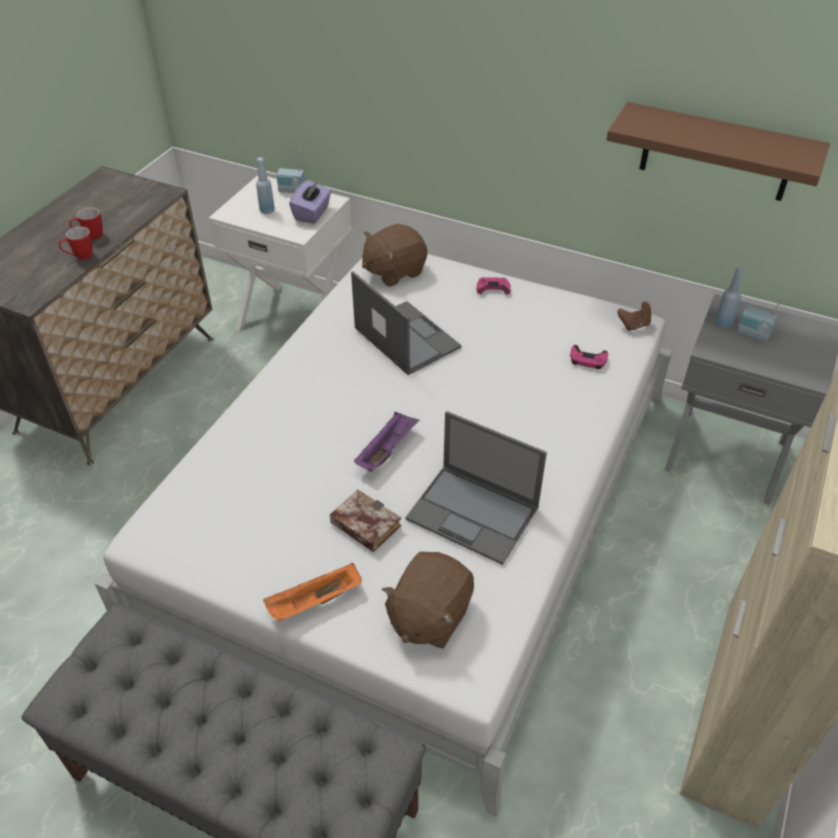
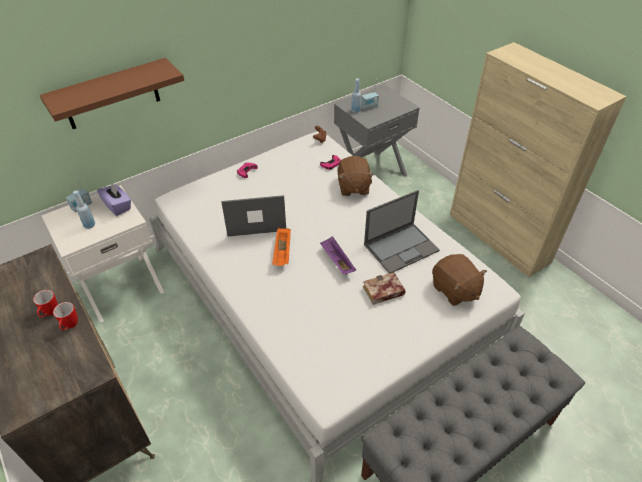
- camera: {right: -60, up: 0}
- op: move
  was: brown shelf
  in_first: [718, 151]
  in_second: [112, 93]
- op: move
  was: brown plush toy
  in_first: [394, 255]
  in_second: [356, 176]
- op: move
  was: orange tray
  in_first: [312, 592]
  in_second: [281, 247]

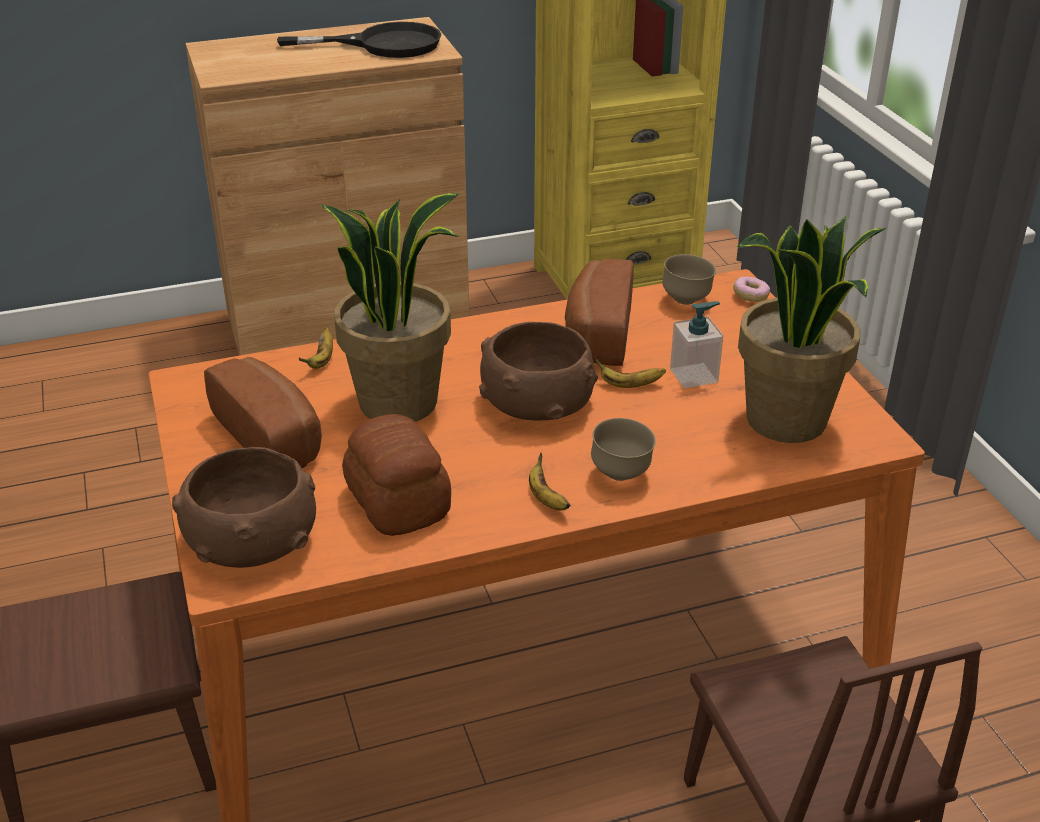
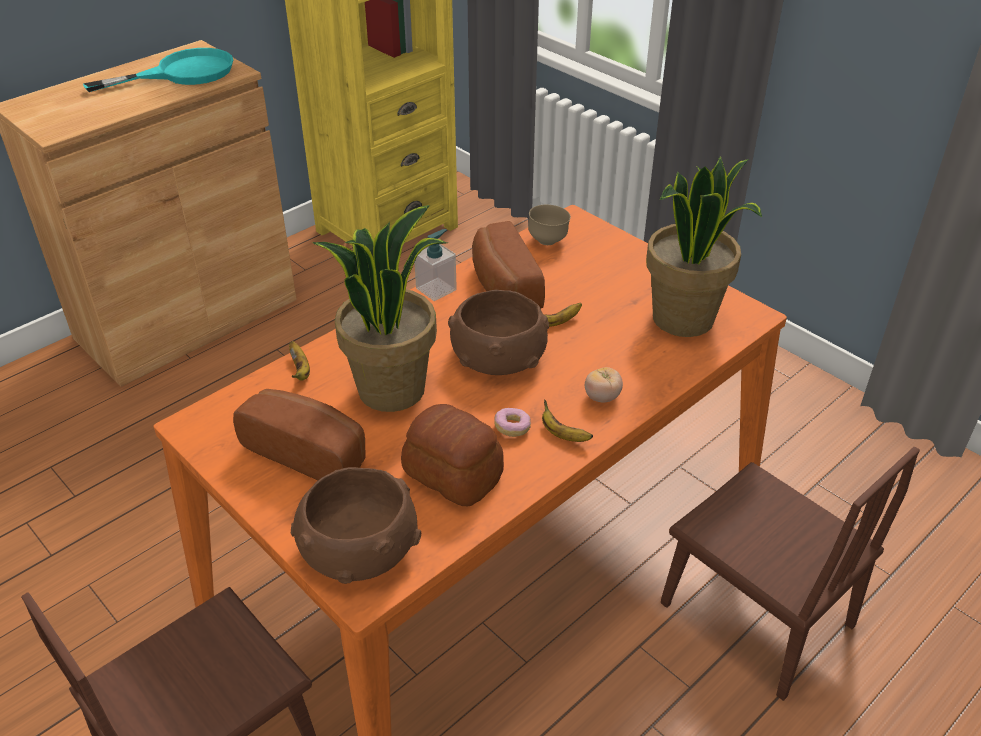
- camera: {right: -25, up: 5}
- op: recolor
  was: black frying pan
  now: turquoise frying pan
  in_first: [359, 40]
  in_second: [158, 70]
- op: move
  was: donut
  in_first: [751, 289]
  in_second: [512, 422]
- op: move
  was: soap dispenser
  in_first: [696, 344]
  in_second: [436, 265]
- op: replace
  was: brown bowl
  now: tomato
  in_first: [623, 449]
  in_second: [604, 385]

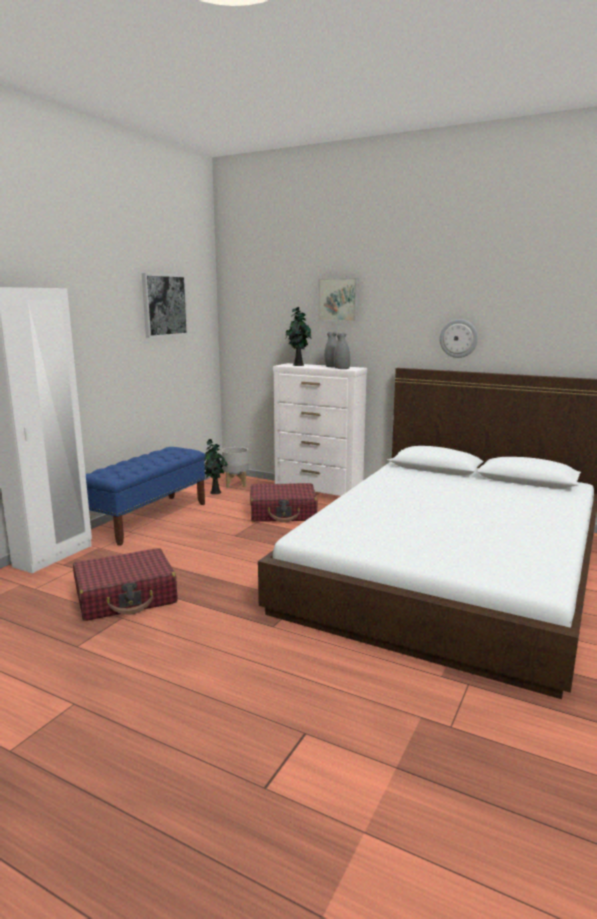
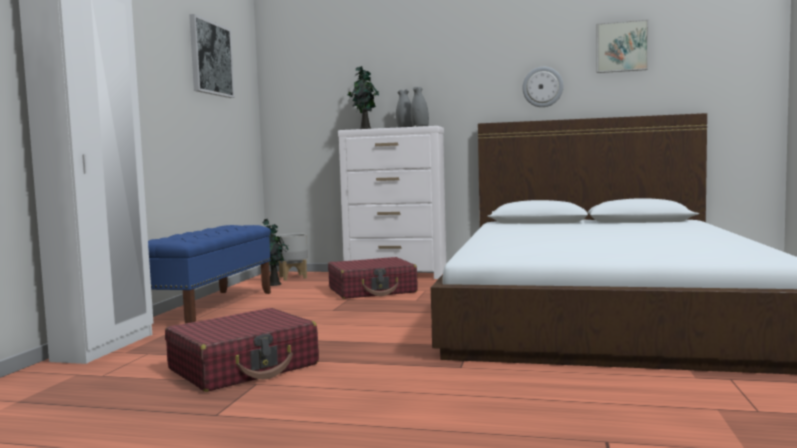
- camera: {right: -15, up: -10}
- op: move
  was: picture
  in_first: [338, 299]
  in_second: [622, 46]

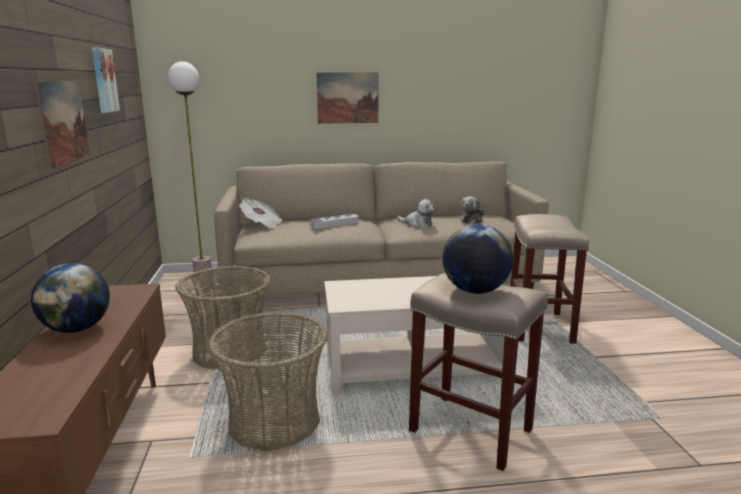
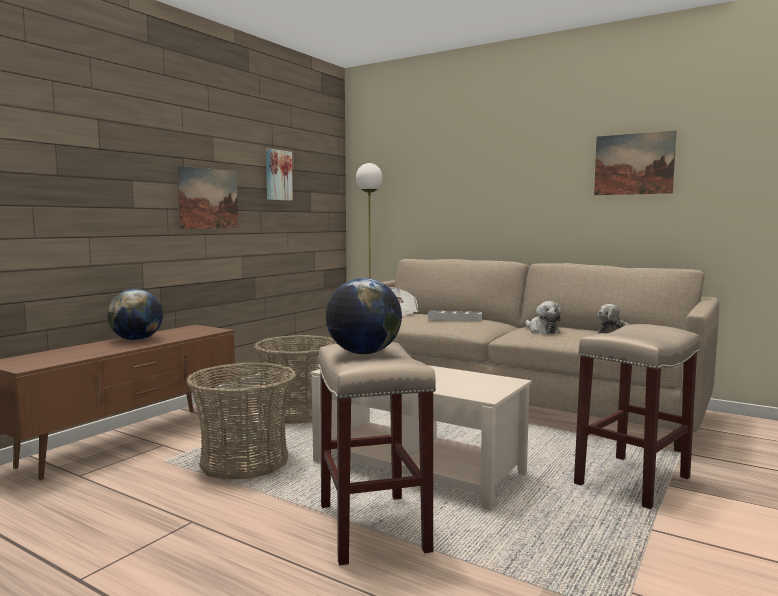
- camera: {right: 40, up: -10}
- op: move
  was: picture
  in_first: [347, 98]
  in_second: [635, 163]

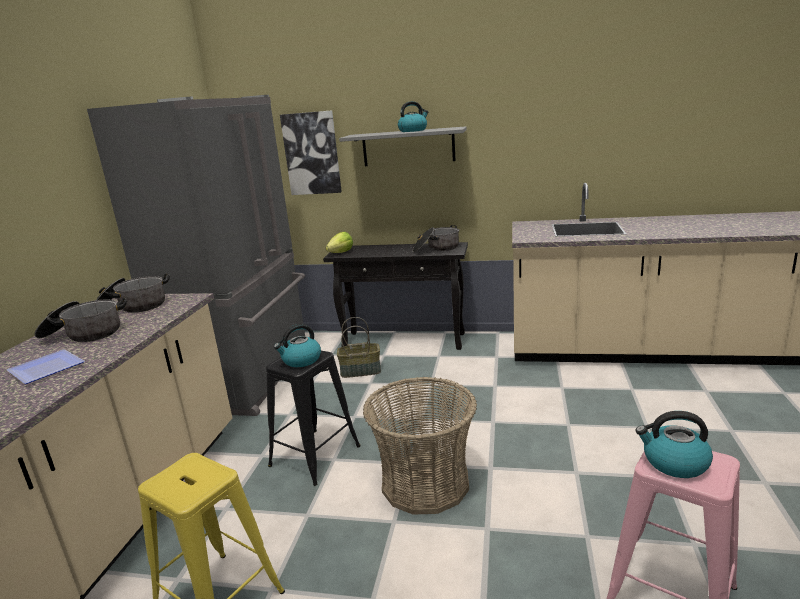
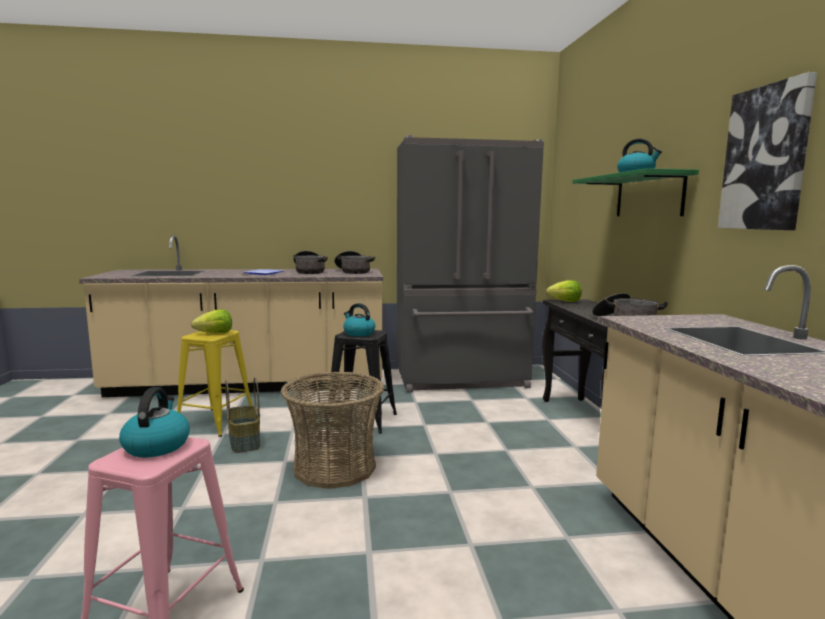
- camera: {right: 70, up: -10}
- op: move
  was: picture
  in_first: [311, 152]
  in_second: [767, 151]
- op: recolor
  was: grey shelf
  now: green shelf
  in_first: [403, 146]
  in_second: [635, 192]
- op: move
  was: basket
  in_first: [359, 347]
  in_second: [242, 415]
- op: insert
  now: lettuce
  in_second: [211, 321]

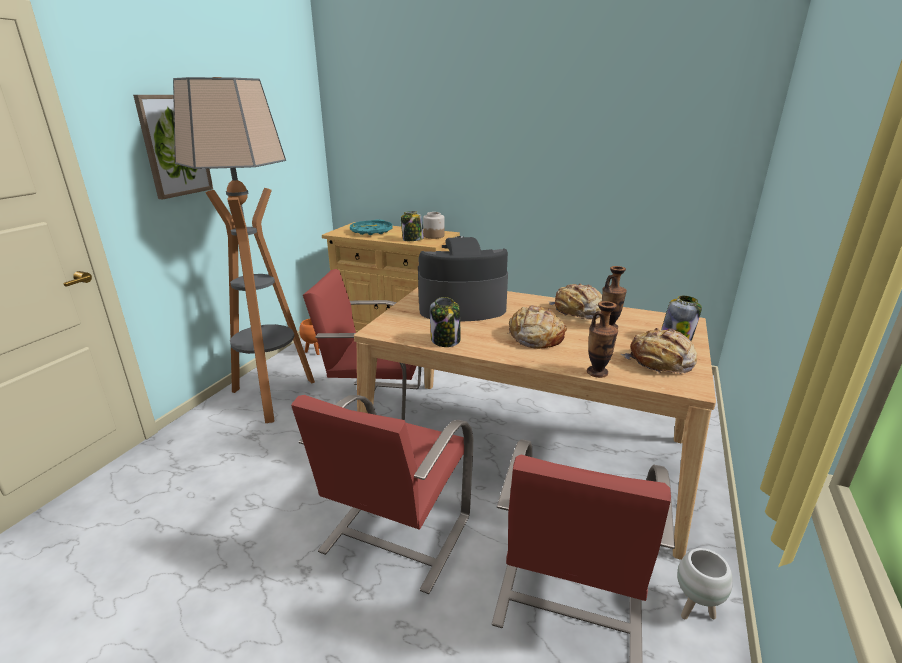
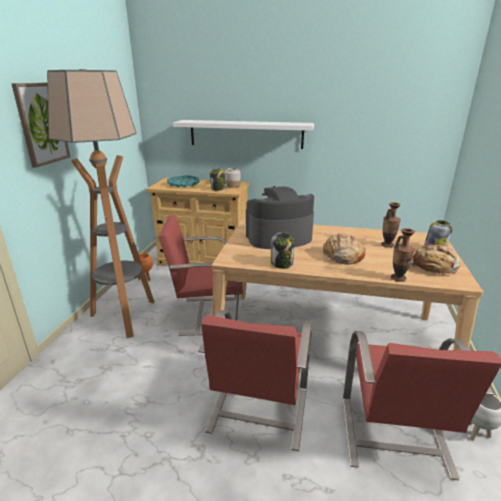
- camera: {right: -10, up: 0}
- op: delete
  was: bread
  in_first: [575, 301]
- op: insert
  now: white shelf
  in_second: [243, 134]

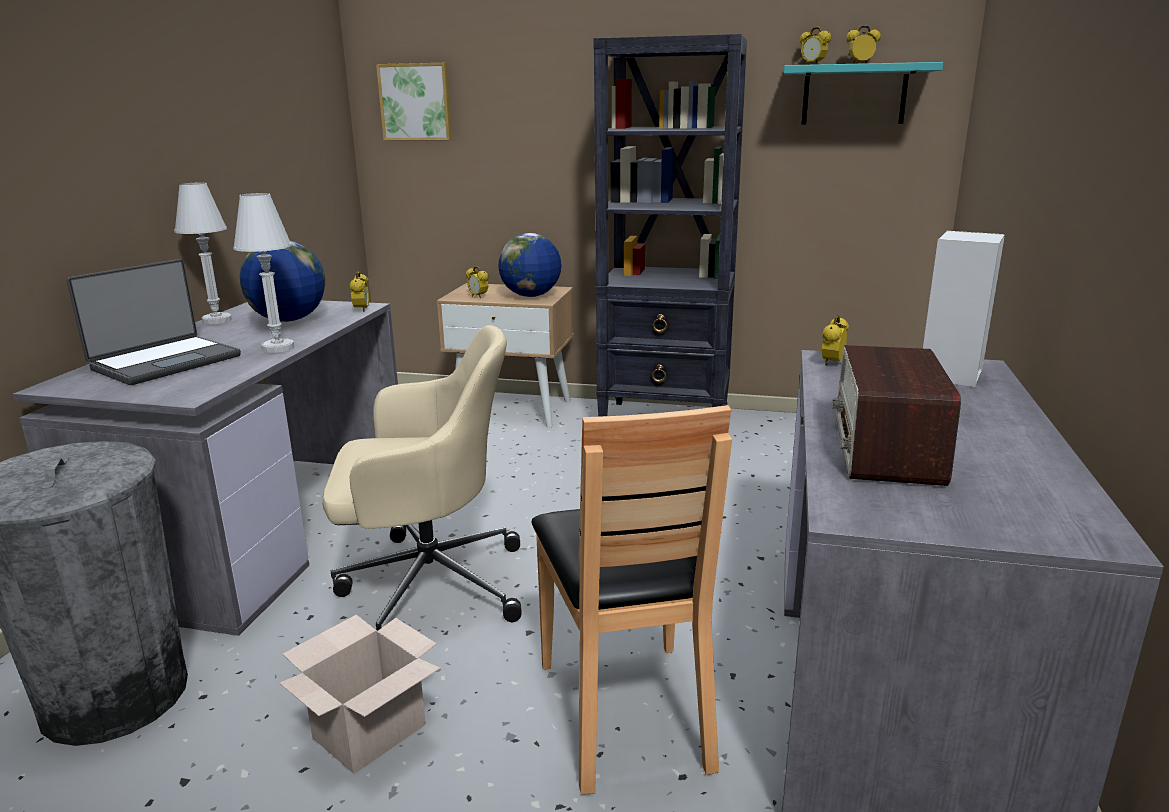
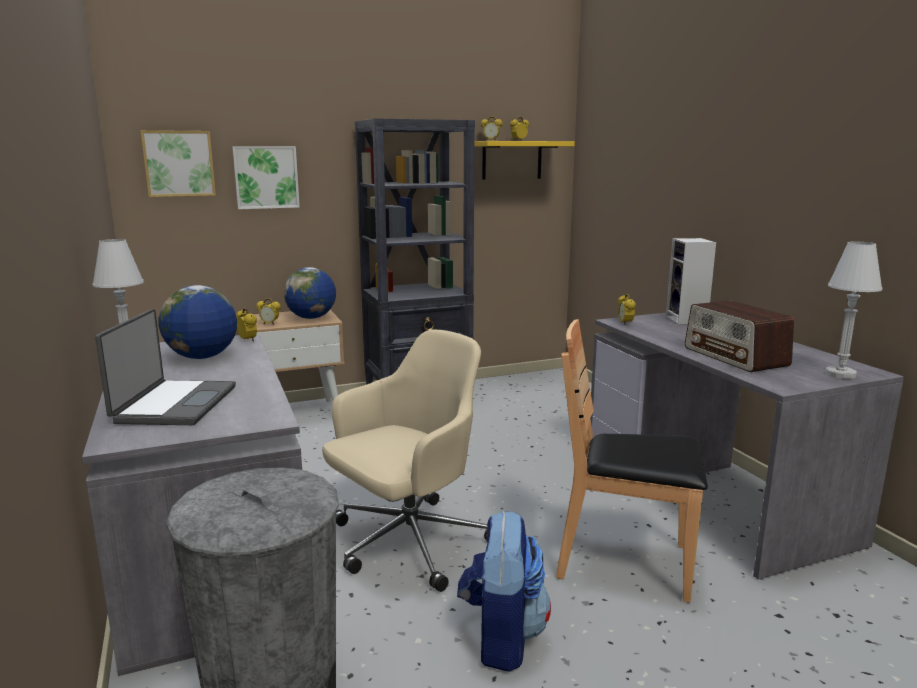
- camera: {right: -35, up: -5}
- op: recolor
  was: turquoise shelf
  now: yellow shelf
  in_first: [863, 93]
  in_second: [524, 160]
- op: move
  was: white table lamp
  in_first: [263, 273]
  in_second: [853, 310]
- op: rotate
  was: brown chair
  in_first: [632, 600]
  in_second: [632, 461]
  clockwise: 150
- op: replace
  was: cardboard box
  now: backpack
  in_first: [359, 694]
  in_second: [504, 591]
- op: insert
  now: picture
  in_second: [266, 177]

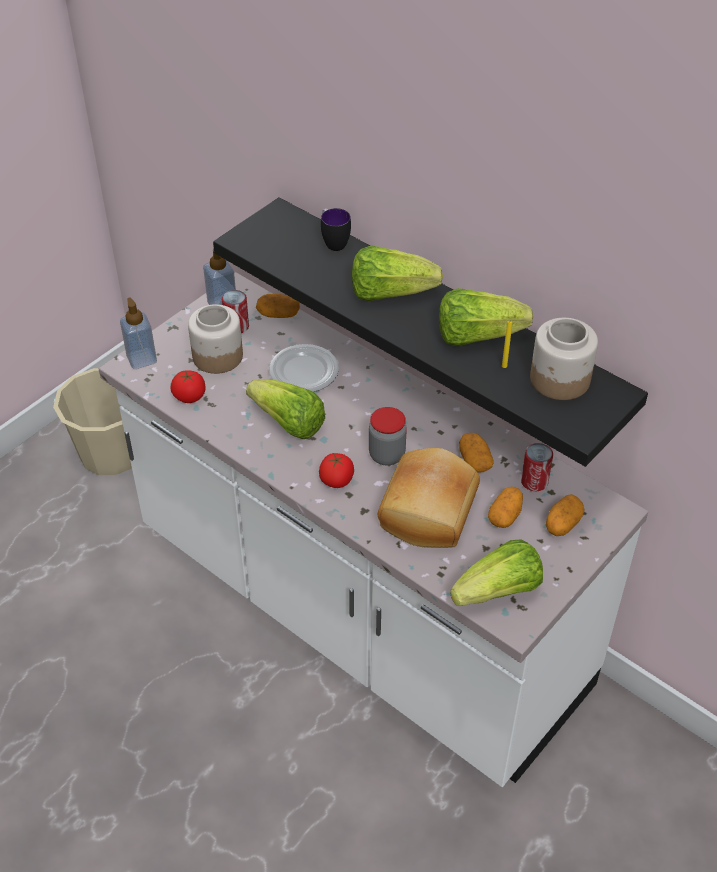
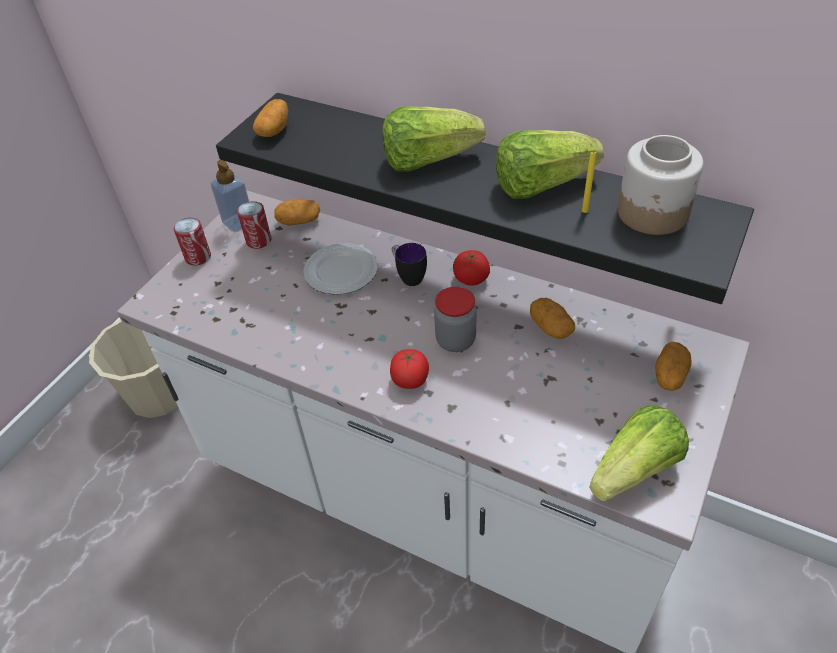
- camera: {right: -10, up: 0}
- op: move
  was: mug
  in_first: [336, 229]
  in_second: [409, 264]
- op: delete
  was: soap dispenser
  in_first: [138, 333]
- op: delete
  was: jar
  in_first: [215, 339]
- op: move
  was: tomato
  in_first: [188, 386]
  in_second: [471, 268]
- op: delete
  was: lettuce
  in_first: [285, 409]
- op: move
  was: can
  in_first: [537, 467]
  in_second: [192, 241]
- op: delete
  was: bread
  in_first: [429, 498]
- op: move
  was: potato
  in_first: [505, 507]
  in_second: [271, 118]

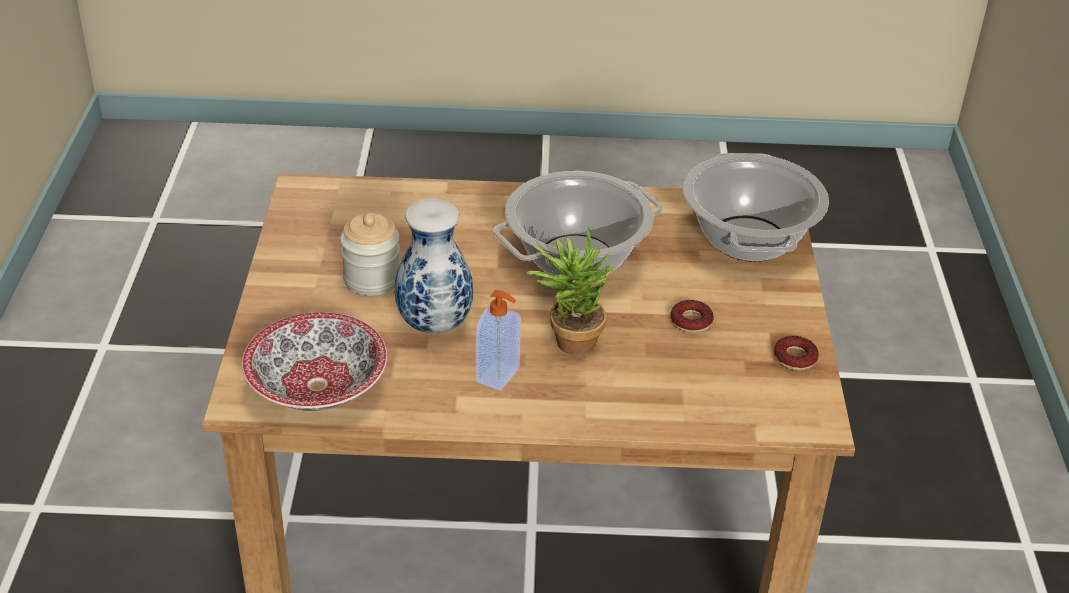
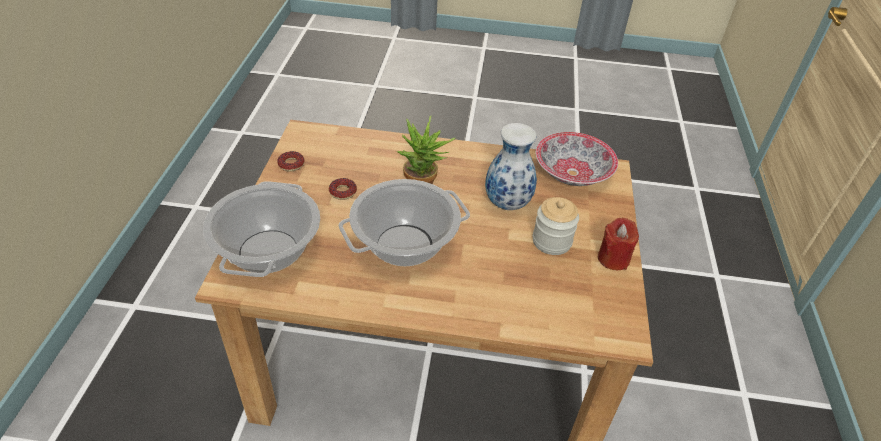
- camera: {right: -175, up: 5}
- op: delete
  was: soap dispenser
  in_first: [498, 340]
- op: insert
  now: red candle
  in_second: [618, 244]

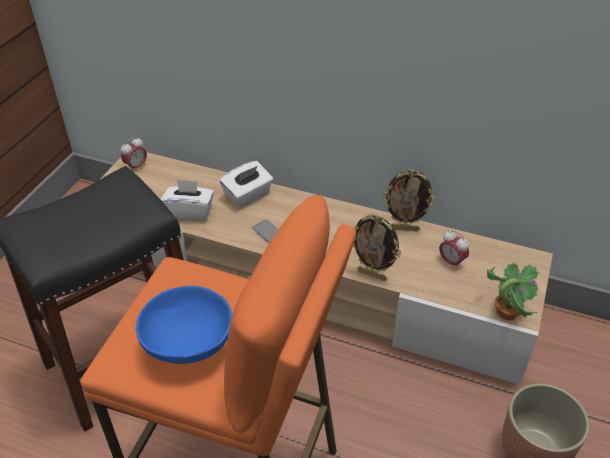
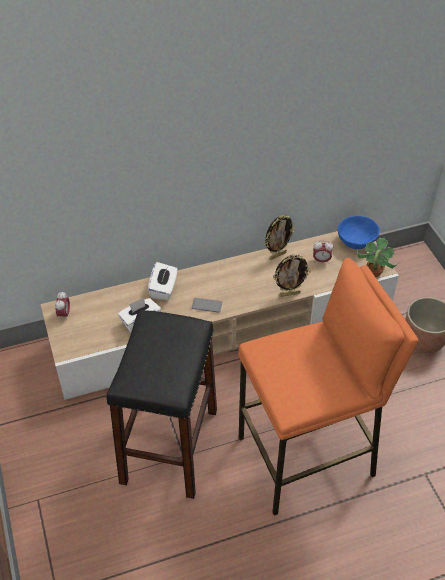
- camera: {right: -40, up: 5}
- op: move
  was: blue bowl
  in_first: [184, 325]
  in_second: [359, 232]

